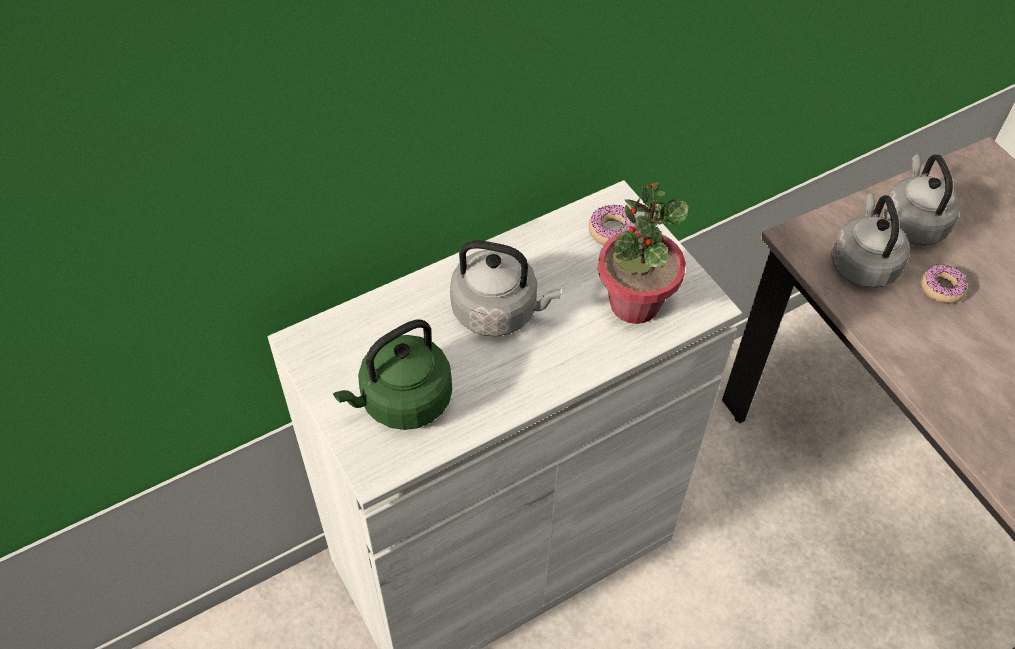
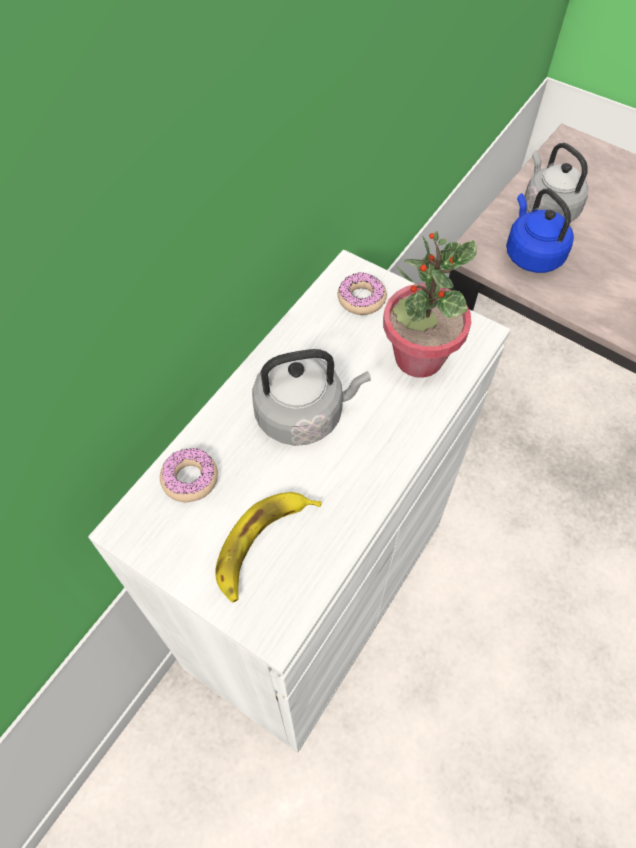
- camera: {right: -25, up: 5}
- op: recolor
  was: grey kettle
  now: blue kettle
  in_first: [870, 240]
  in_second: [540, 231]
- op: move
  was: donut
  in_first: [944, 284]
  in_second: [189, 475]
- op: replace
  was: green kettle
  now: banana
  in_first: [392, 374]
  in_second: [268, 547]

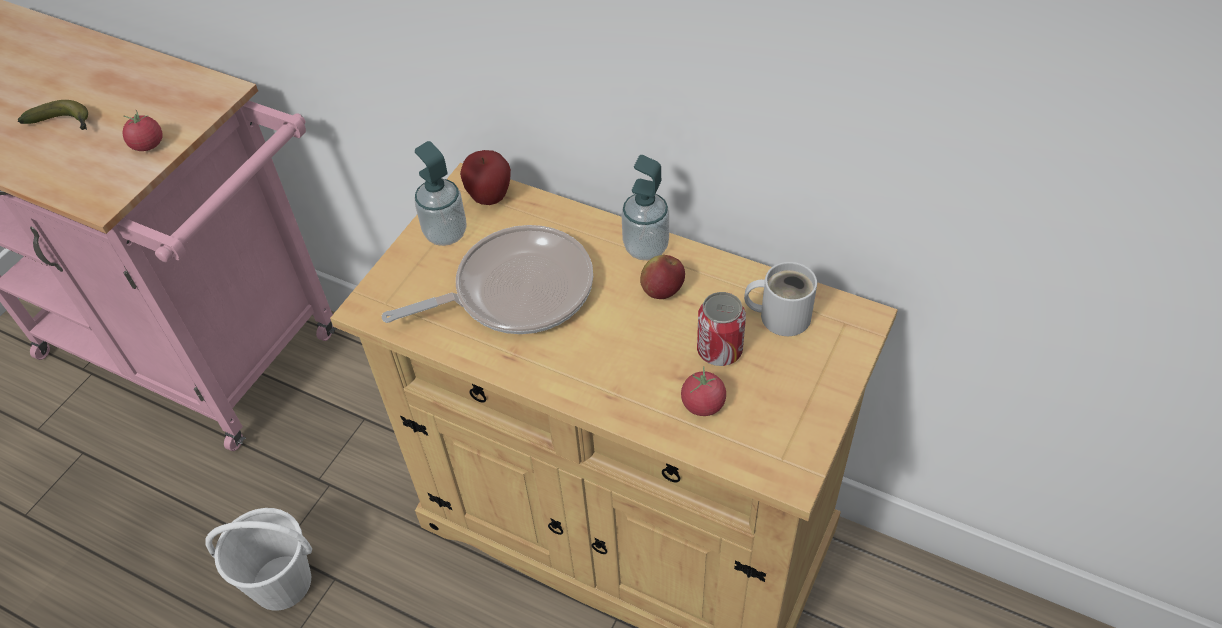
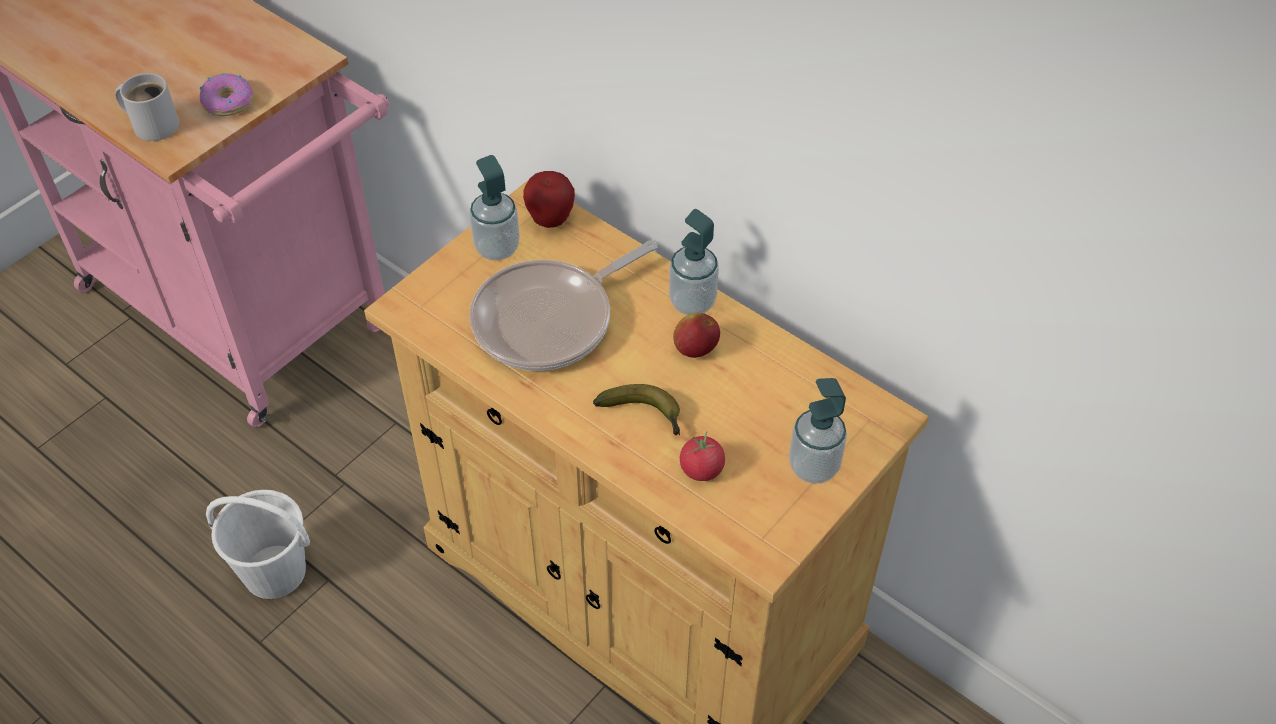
- camera: {right: 10, up: 0}
- op: move
  was: banana
  in_first: [53, 115]
  in_second: [636, 409]
- op: replace
  was: tomato
  now: donut
  in_first: [142, 130]
  in_second: [226, 94]
- op: rotate
  was: frying pan
  in_first: [487, 279]
  in_second: [563, 305]
  clockwise: 150
- op: move
  was: white mug
  in_first: [780, 299]
  in_second: [147, 107]
- op: delete
  was: can
  in_first: [721, 329]
- op: insert
  now: soap dispenser
  in_second: [818, 431]

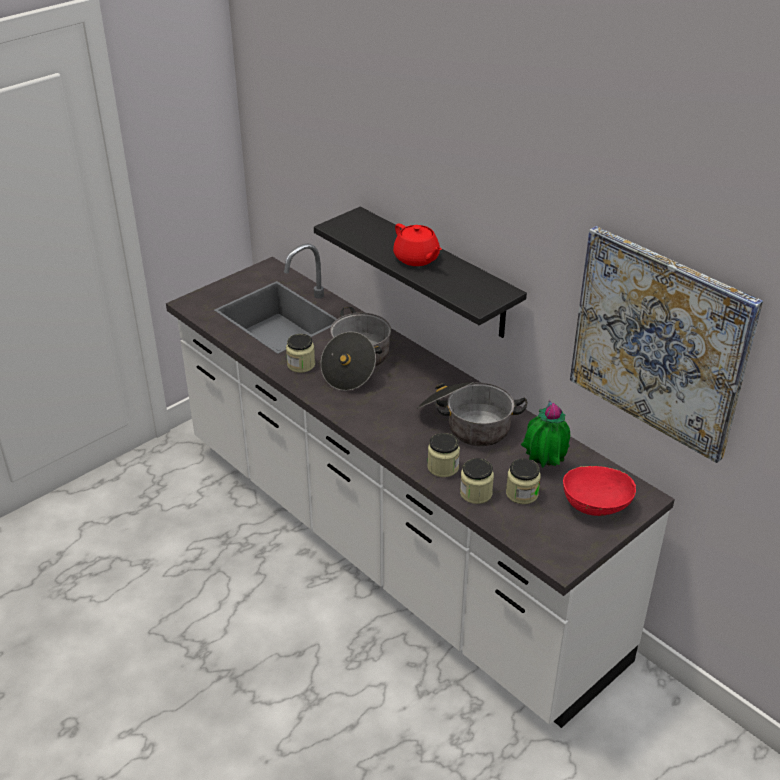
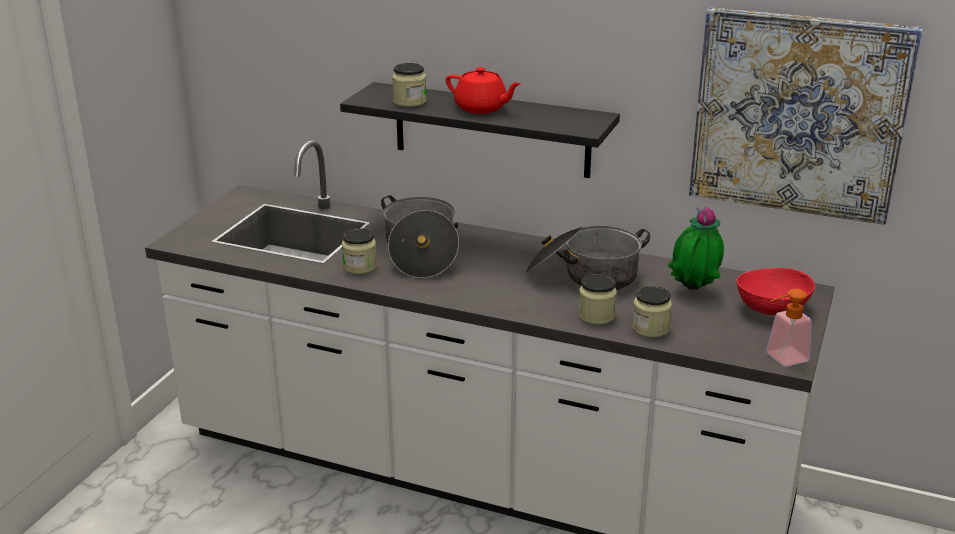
- camera: {right: -25, up: -10}
- op: move
  was: jar
  in_first: [523, 481]
  in_second: [409, 85]
- op: insert
  now: soap dispenser
  in_second: [789, 328]

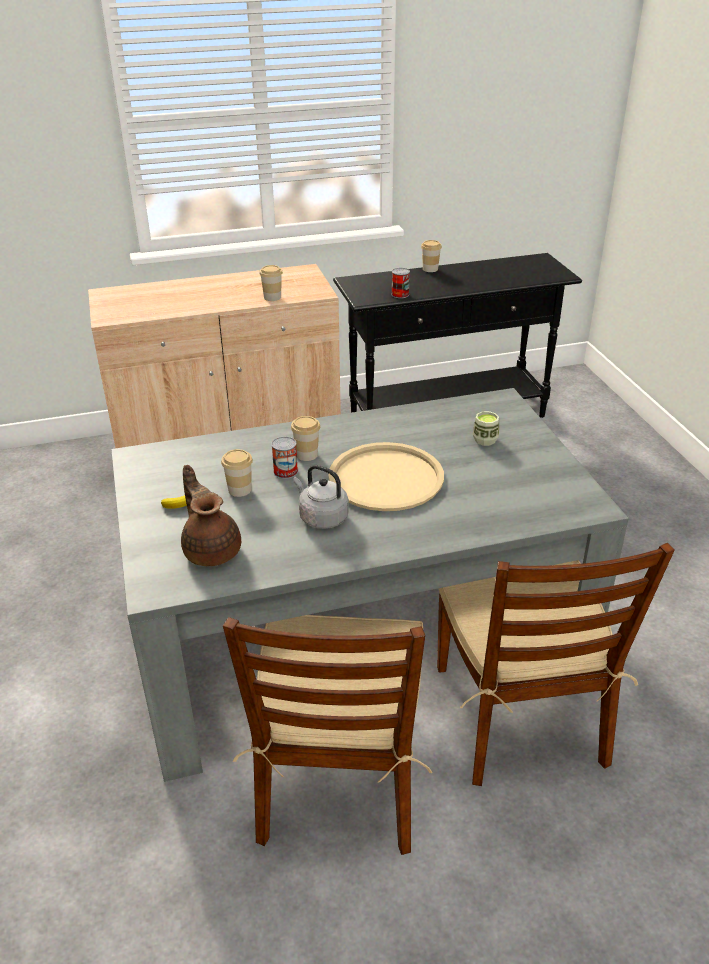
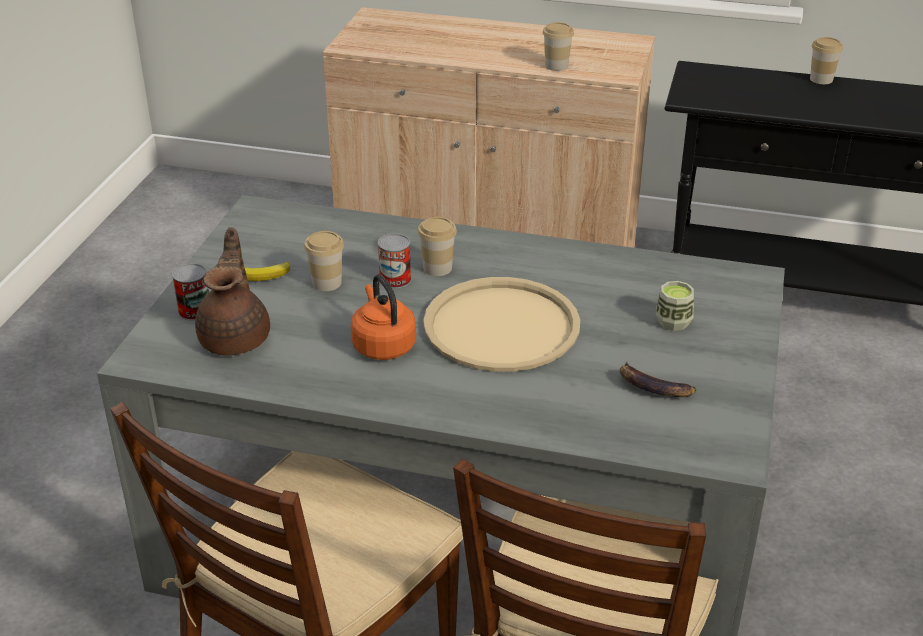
- camera: {right: 30, up: 0}
- op: move
  was: can
  in_first: [400, 283]
  in_second: [190, 291]
- op: recolor
  was: grey kettle
  now: orange kettle
  in_first: [321, 497]
  in_second: [383, 317]
- op: insert
  now: banana
  in_second: [658, 379]

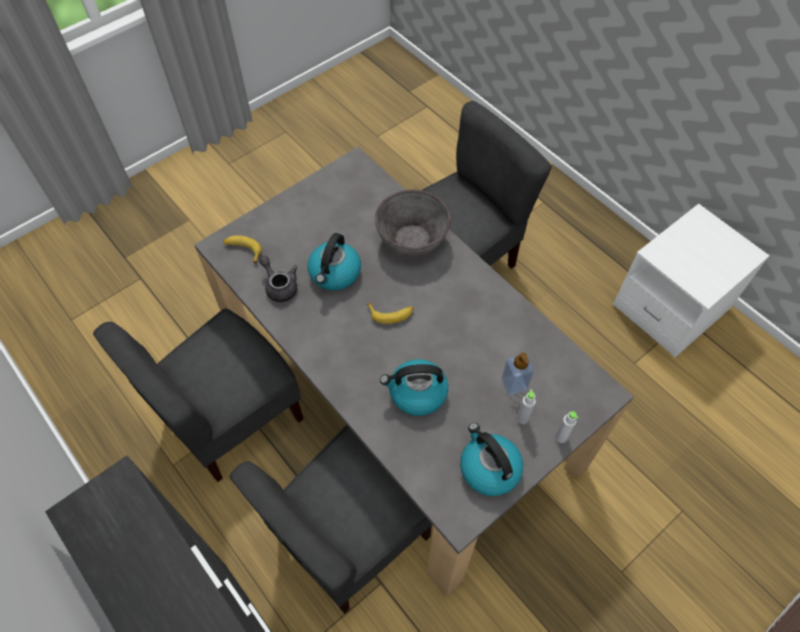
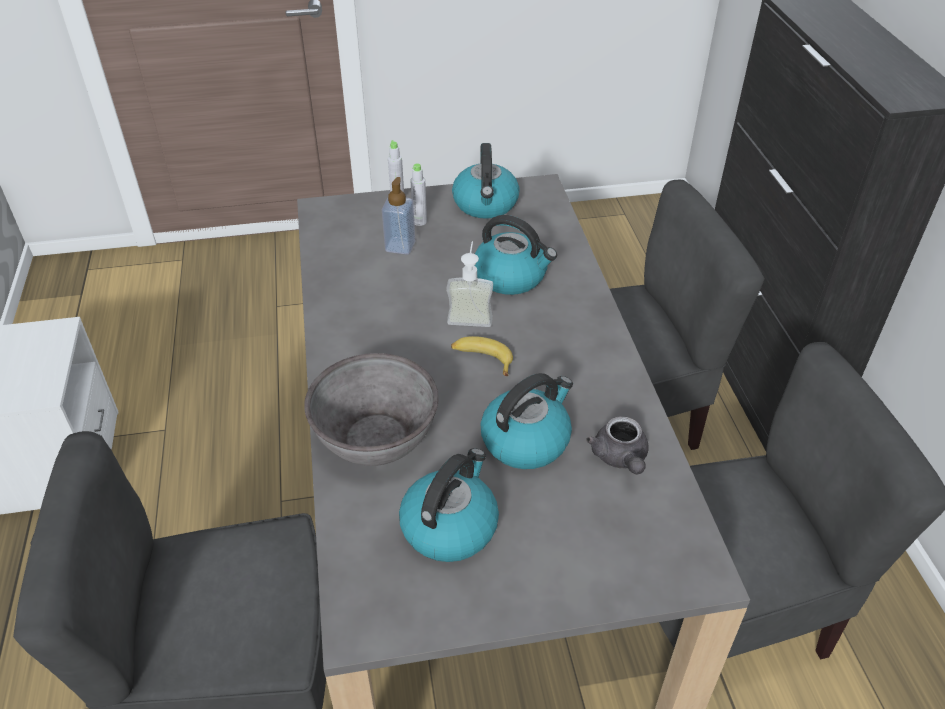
- camera: {right: -150, up: -15}
- op: delete
  was: banana
  in_first: [242, 249]
- op: insert
  now: soap dispenser
  in_second: [469, 284]
- op: insert
  now: kettle
  in_second: [449, 505]

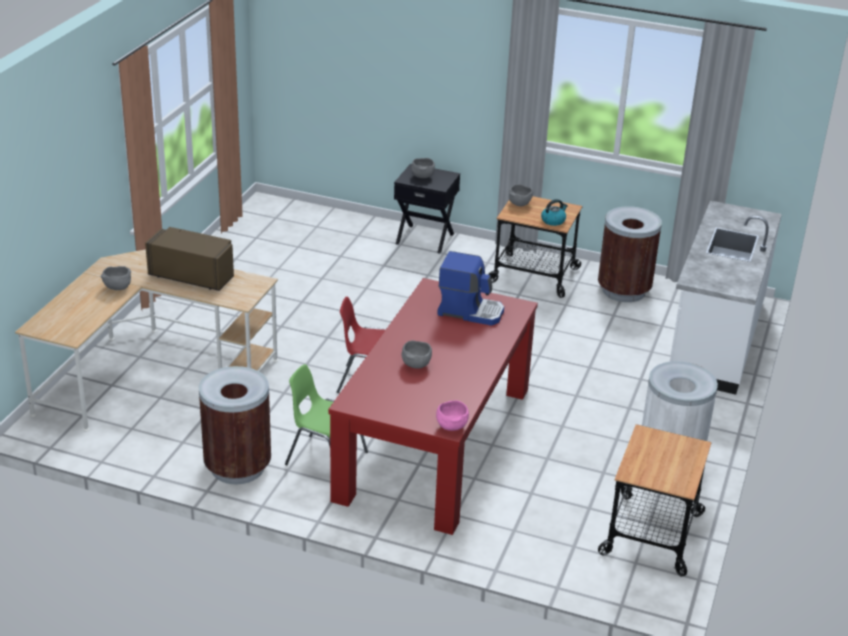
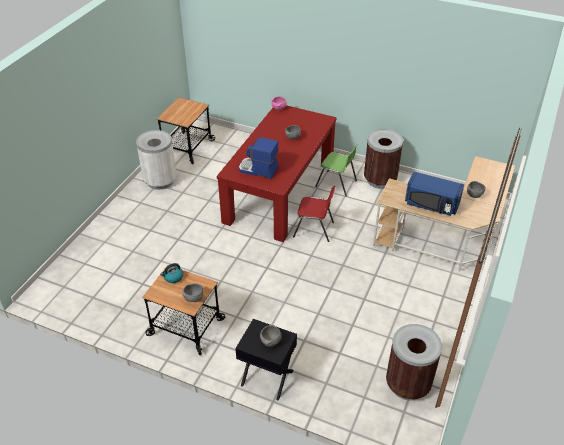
- camera: {right: -175, up: 10}
- op: delete
  was: white counter
  in_first: [726, 297]
- op: move
  was: brown trash can
  in_first: [630, 254]
  in_second: [414, 362]
- op: recolor
  was: brown microwave
  now: blue microwave
  in_first: [189, 259]
  in_second: [434, 193]

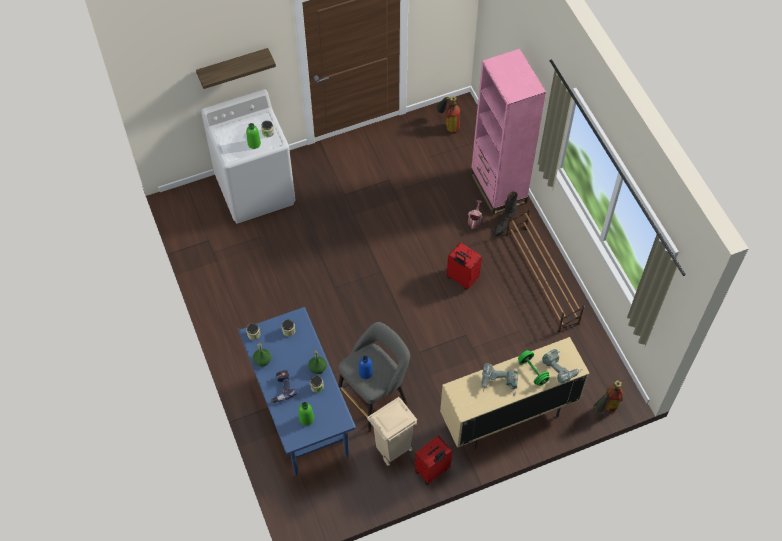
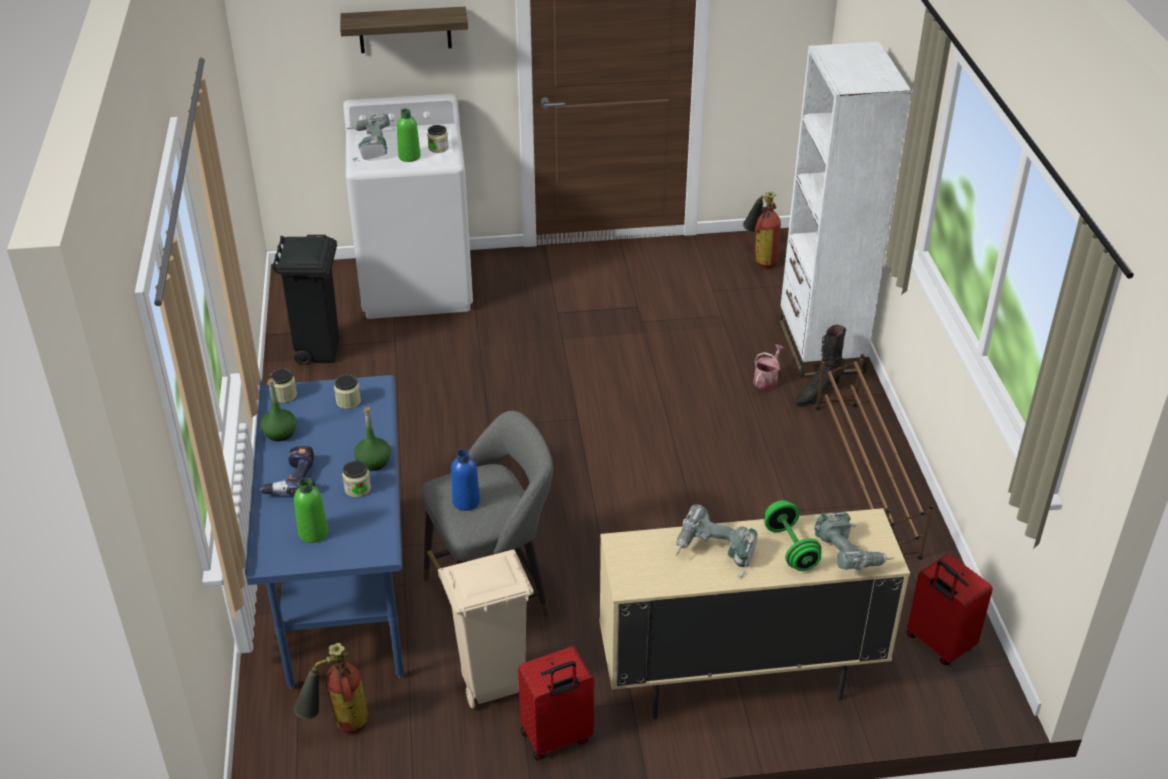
- camera: {right: 15, up: -20}
- op: recolor
  was: pink bookcase
  now: white bookcase
  in_first: [508, 132]
  in_second: [845, 210]
- op: move
  was: red suitcase
  in_first: [464, 266]
  in_second: [950, 609]
- op: move
  was: fire extinguisher
  in_first: [608, 397]
  in_second: [331, 688]
- op: insert
  now: power drill
  in_second: [368, 137]
- op: insert
  now: black trash can
  in_second: [305, 300]

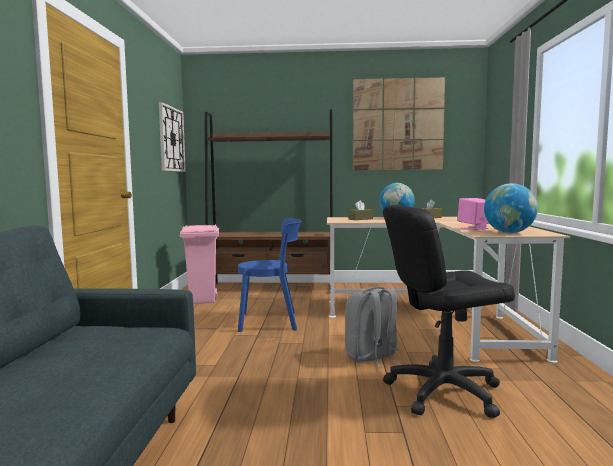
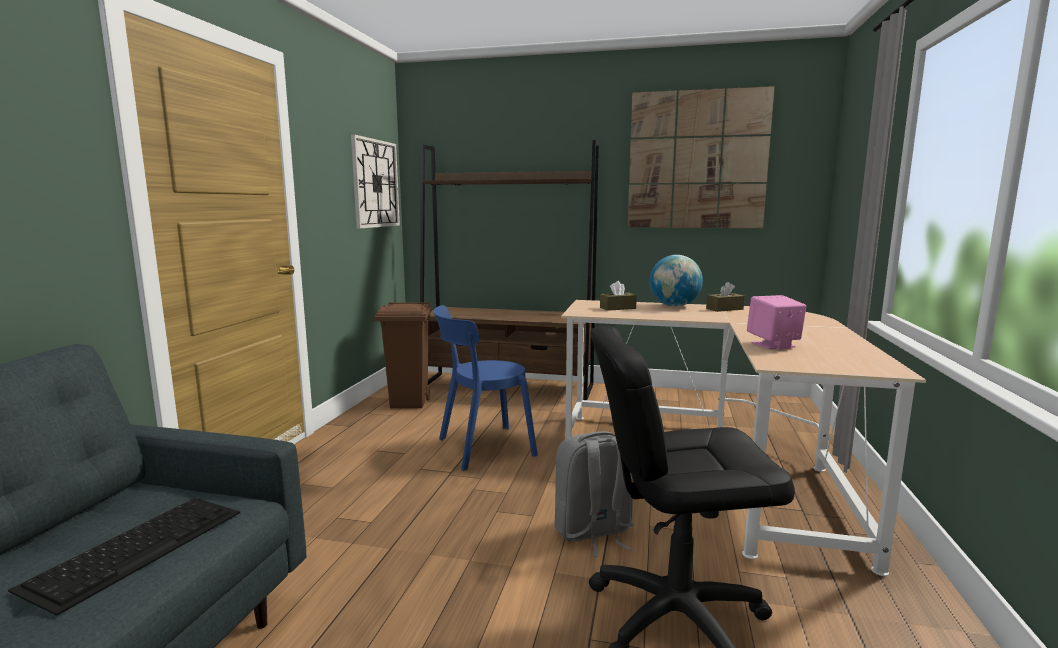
- camera: {right: 10, up: 5}
- op: delete
  was: globe
  in_first: [511, 208]
- op: rotate
  was: blue chair
  in_first: [270, 275]
  in_second: [485, 388]
  clockwise: 150
- op: recolor
  was: pink trash can
  now: brown trash can
  in_first: [199, 264]
  in_second: [403, 355]
- op: insert
  now: keyboard
  in_second: [124, 557]

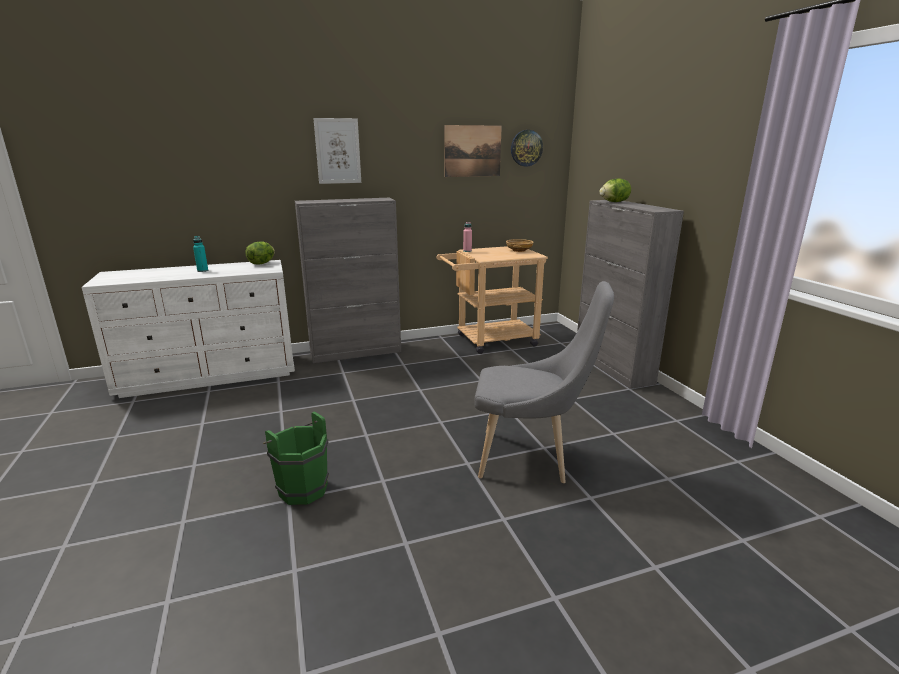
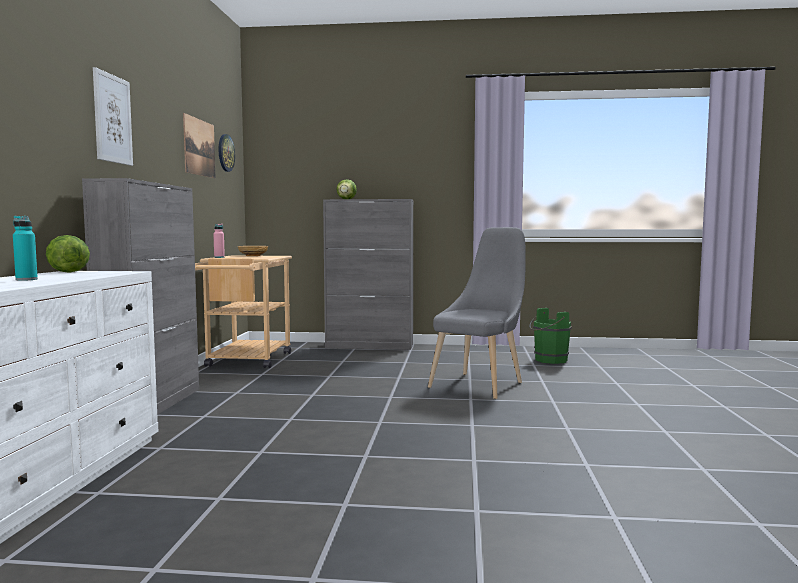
- camera: {right: -65, up: -15}
- op: move
  was: green bucket
  in_first: [296, 458]
  in_second: [550, 336]

